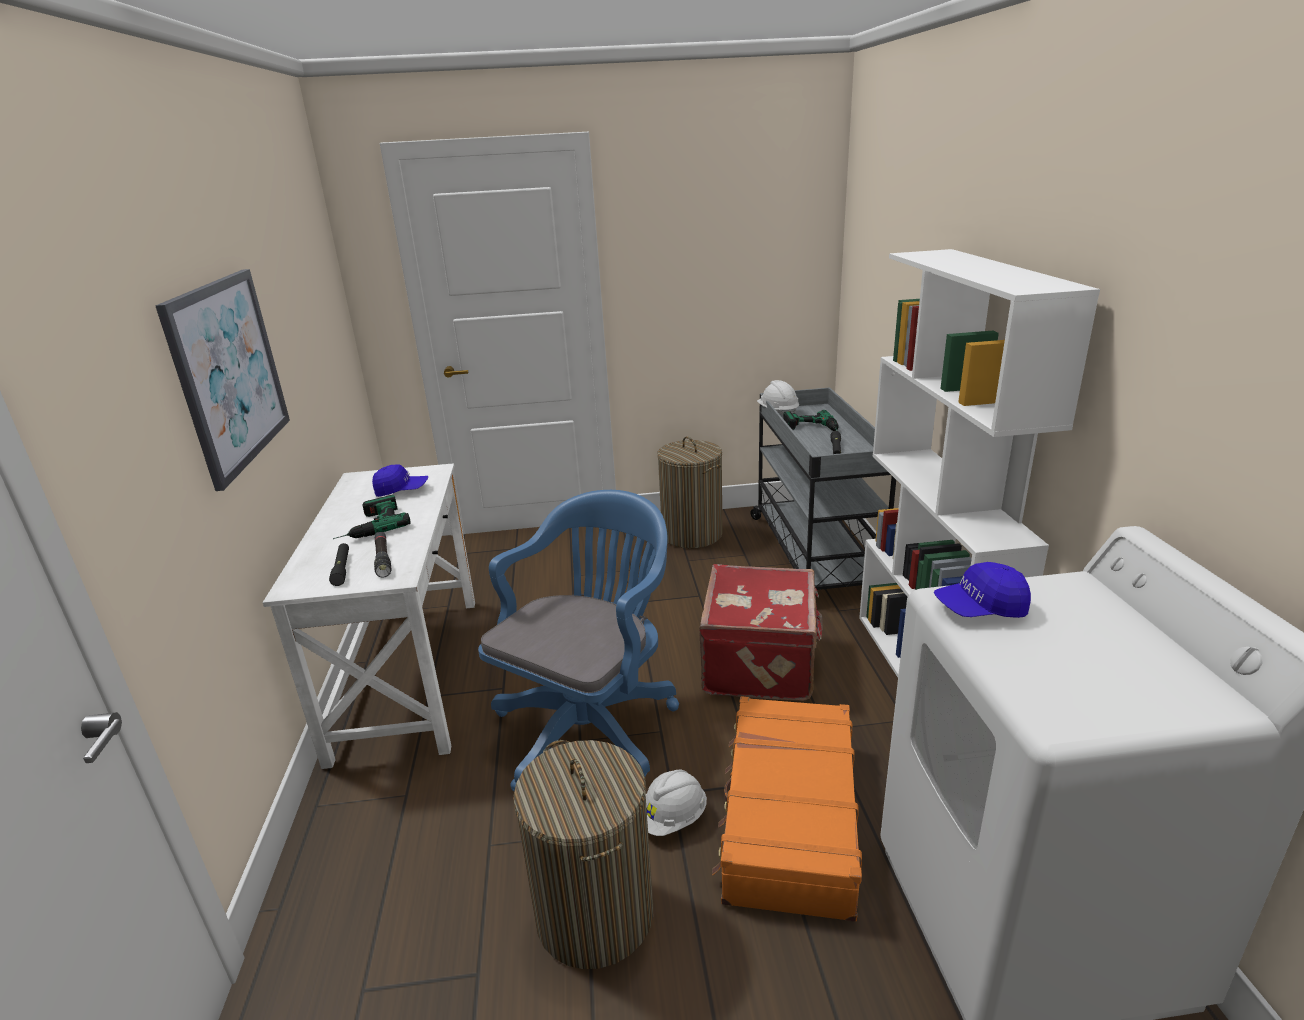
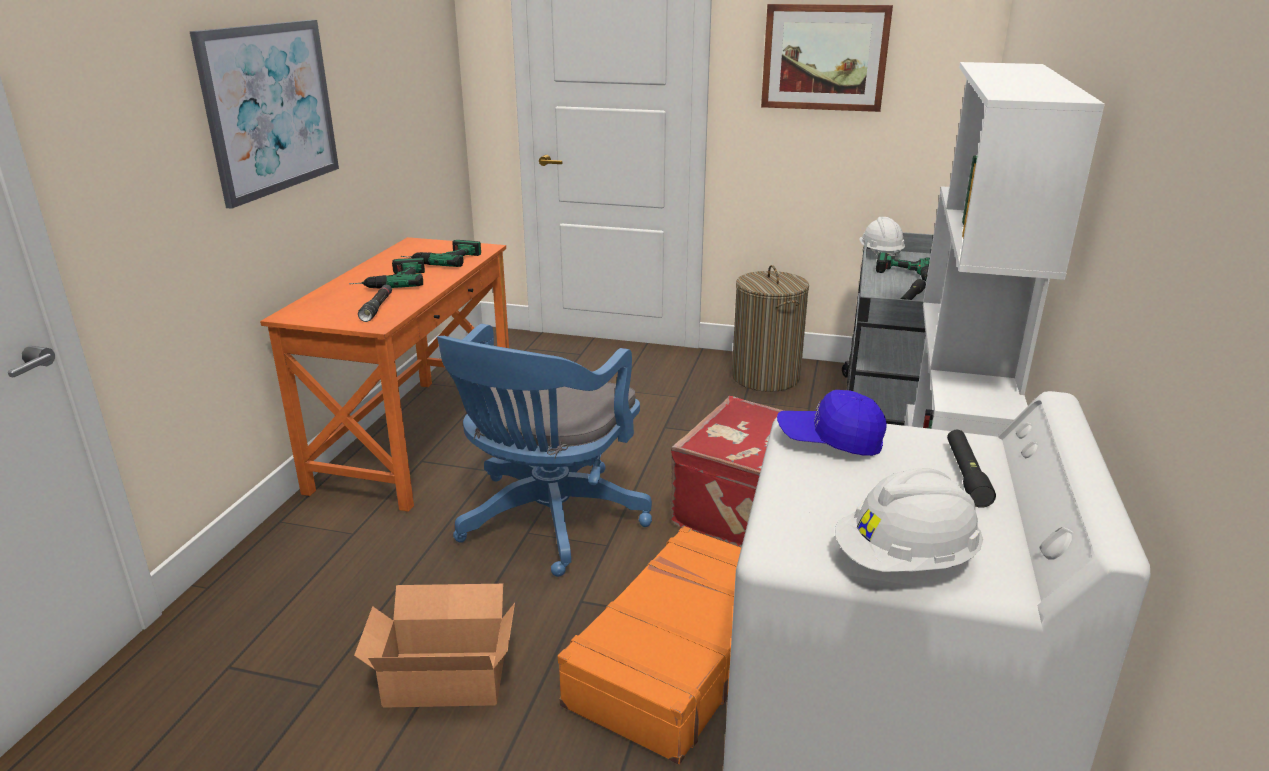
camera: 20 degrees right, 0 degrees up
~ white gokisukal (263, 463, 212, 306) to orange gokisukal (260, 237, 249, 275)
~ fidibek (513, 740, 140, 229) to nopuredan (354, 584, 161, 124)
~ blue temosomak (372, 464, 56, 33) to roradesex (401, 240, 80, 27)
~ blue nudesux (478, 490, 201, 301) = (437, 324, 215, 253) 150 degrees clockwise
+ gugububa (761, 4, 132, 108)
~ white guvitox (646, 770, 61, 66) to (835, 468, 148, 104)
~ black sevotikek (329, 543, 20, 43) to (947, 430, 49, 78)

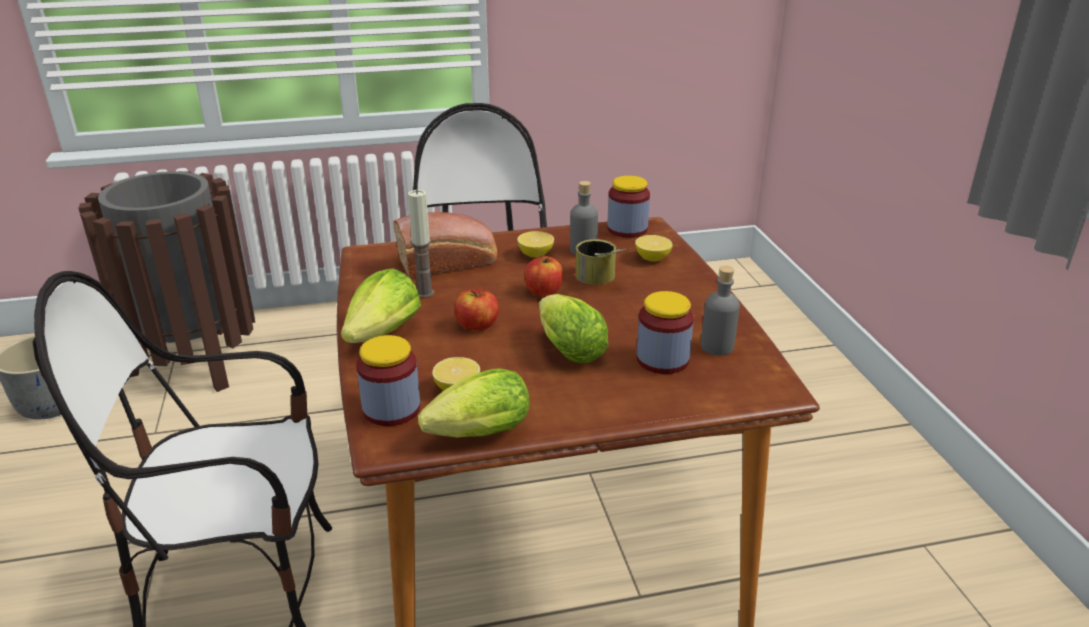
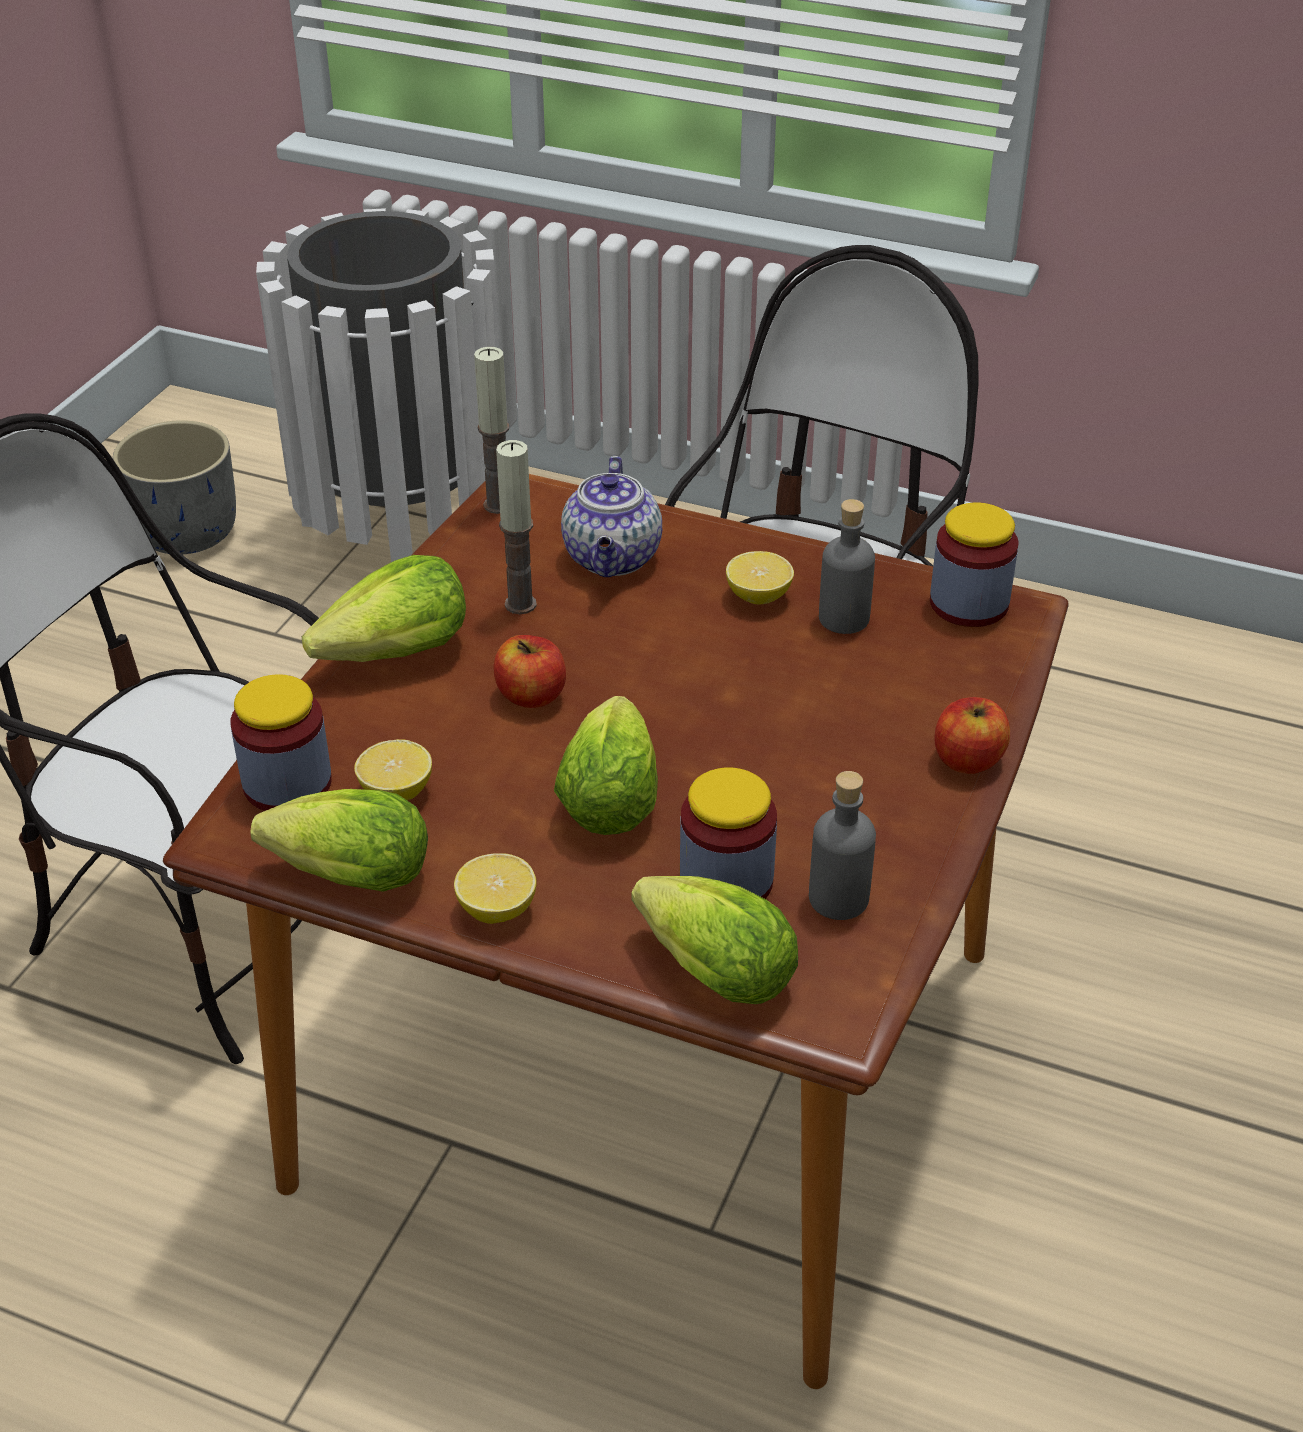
camera: 35 degrees right, 10 degrees up
~ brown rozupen (78, 171, 177, 221) to white rozupen (256, 208, 243, 354)
~ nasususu (635, 235, 38, 27) to (454, 853, 83, 71)
+ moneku (474, 347, 35, 167)
~ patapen (394, 212, 103, 67) to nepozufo (561, 456, 101, 121)
+ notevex (631, 876, 167, 128)
~ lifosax (525, 256, 38, 41) to (934, 697, 76, 77)
- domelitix (575, 239, 55, 46)

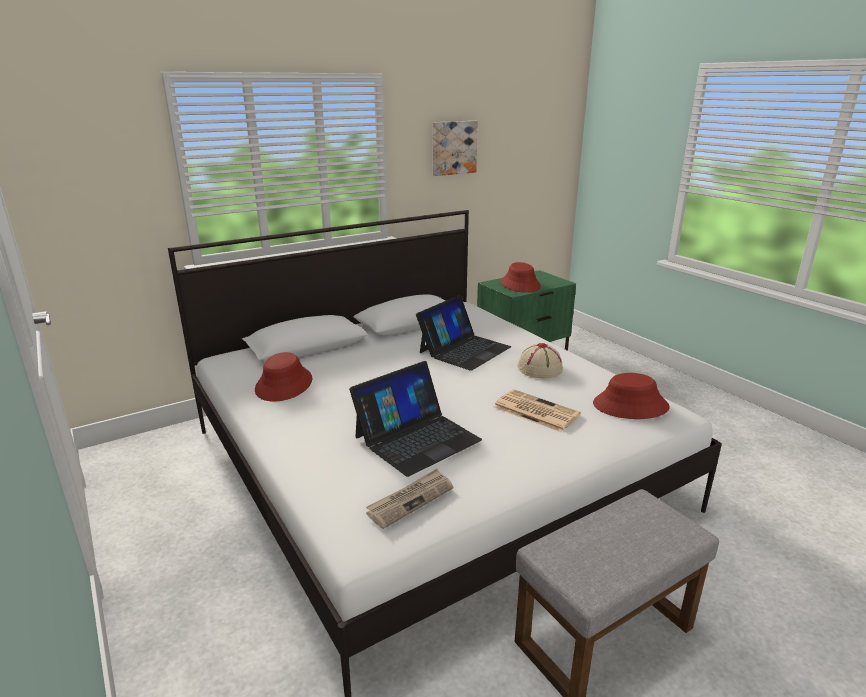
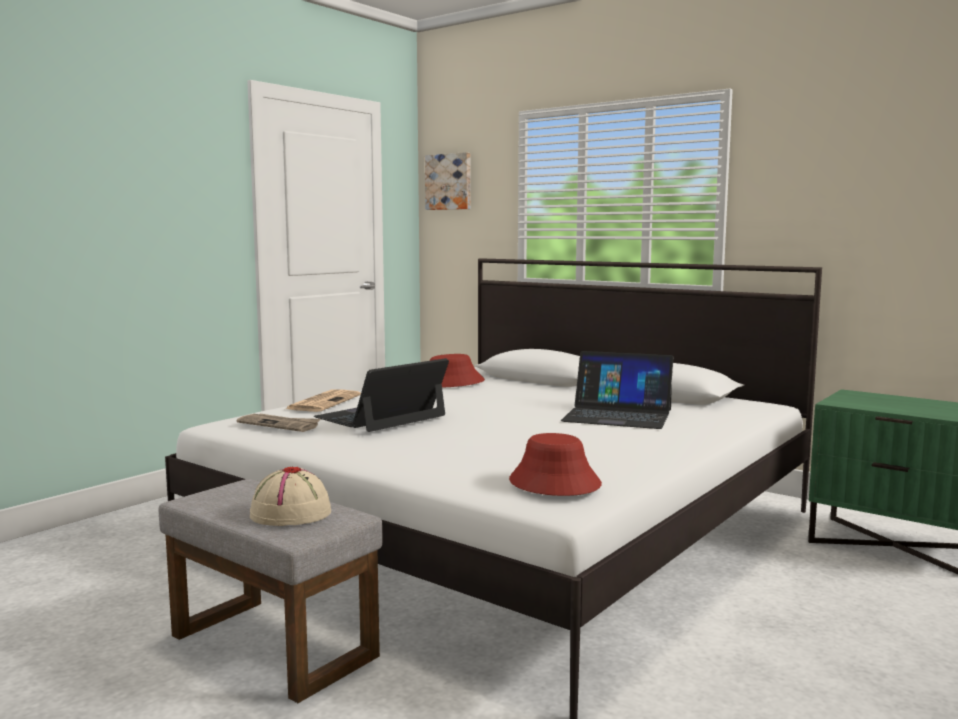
camera: 70 degrees right, 15 degrees down
~ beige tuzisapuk (517, 343, 46, 36) to (250, 467, 81, 59)
~ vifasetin (493, 389, 88, 43) to (286, 389, 75, 23)
~ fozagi (349, 361, 133, 116) = (314, 358, 135, 74) 105 degrees clockwise
~ gugububa (433, 121, 45, 55) to (425, 152, 45, 58)
- red tuzisapuk (501, 262, 40, 31)

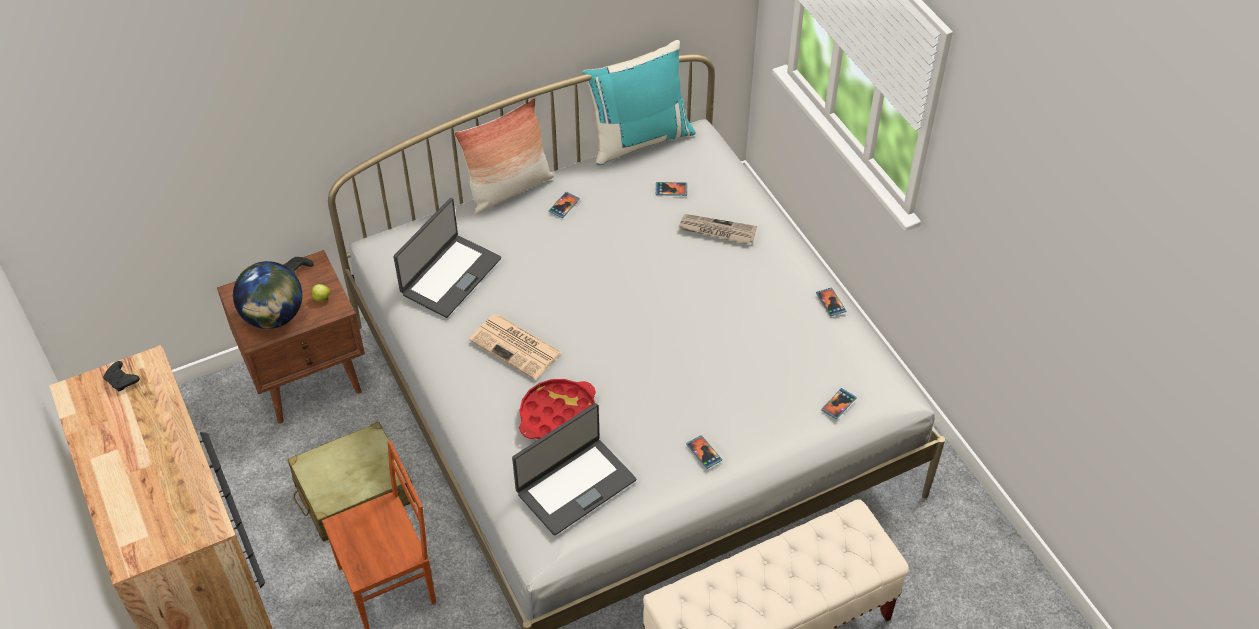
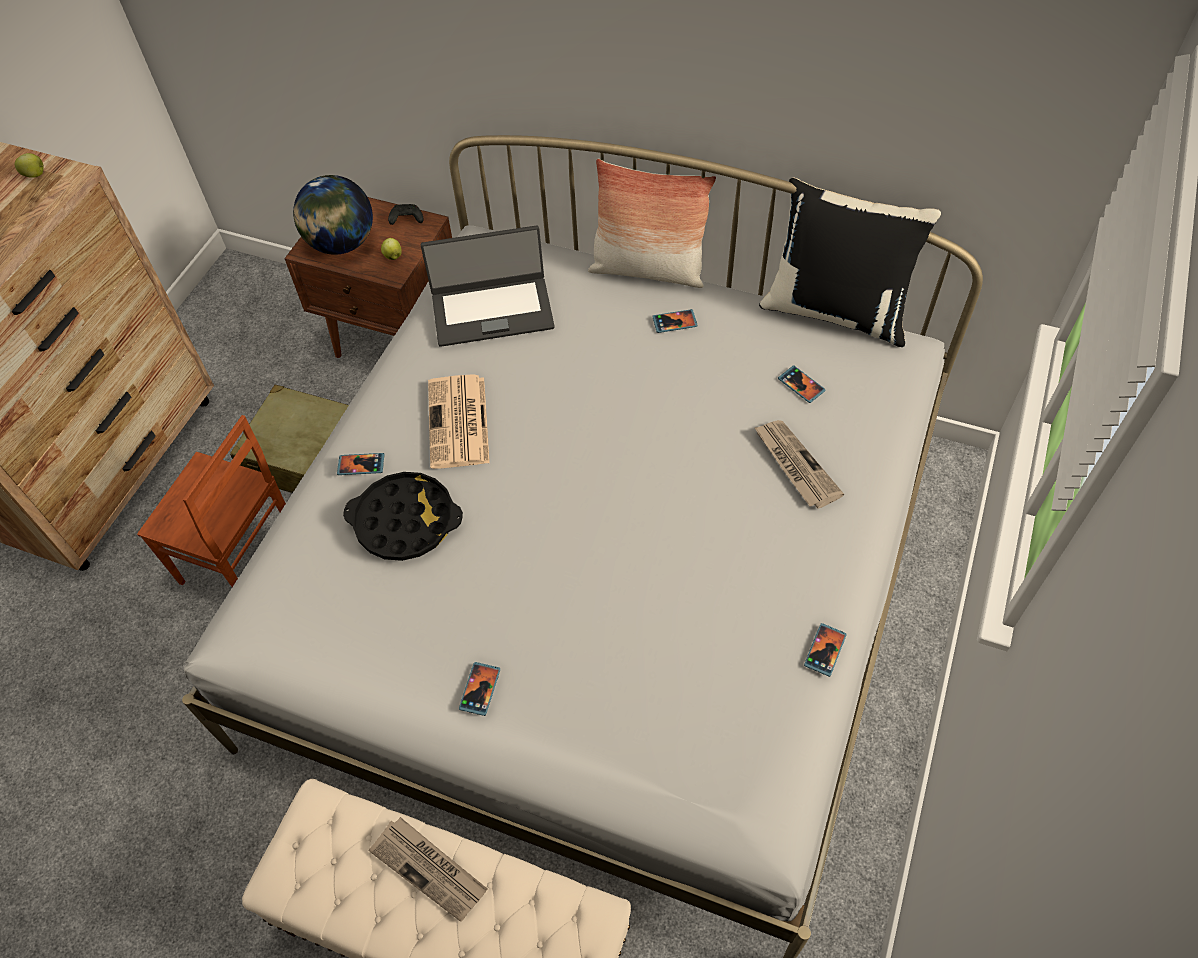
camera: 50 degrees right, 5 degrees up
~ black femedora (103, 361, 37, 31) to lifosax (15, 153, 29, 25)
~ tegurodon (821, 388, 36, 31) to (337, 453, 47, 22)
~ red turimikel (519, 379, 77, 61) to black turimikel (343, 472, 120, 89)
+ vifasetin (369, 817, 118, 105)
~ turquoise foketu (582, 40, 114, 125) to black foketu (759, 178, 182, 169)
- fozagi (512, 403, 124, 133)

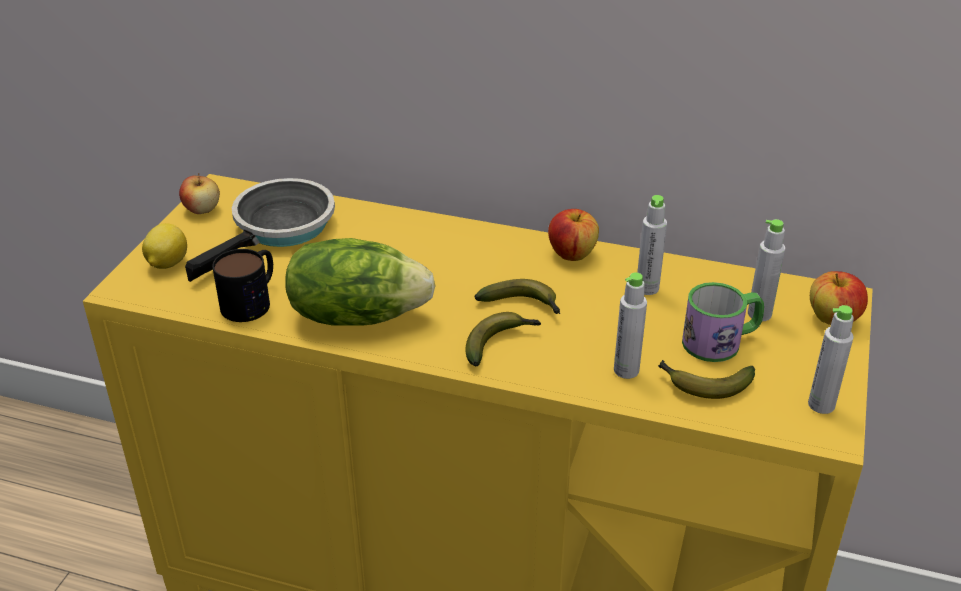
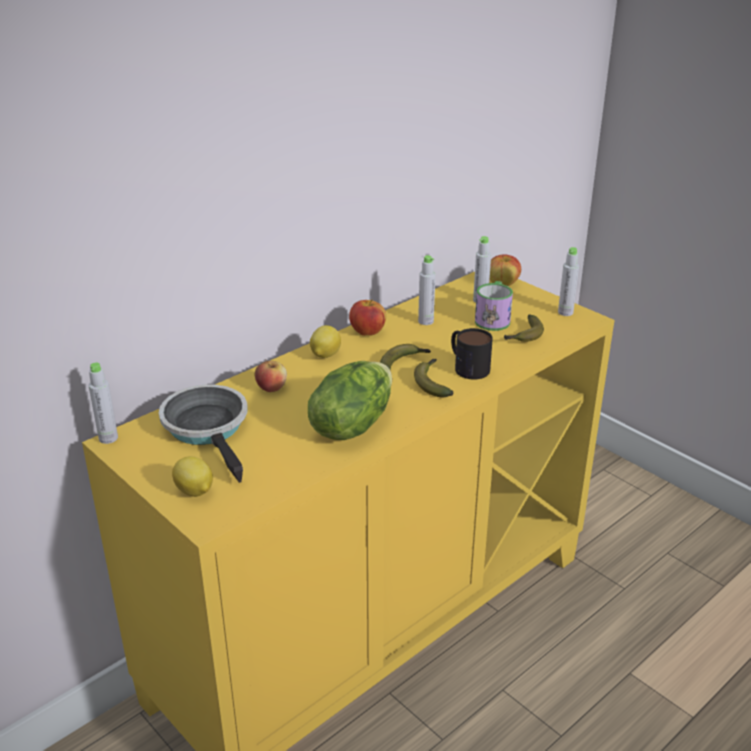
camera: 60 degrees left, 5 degrees down
~ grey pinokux (614, 272, 33, 107) to (89, 363, 29, 81)
~ lifosax (179, 173, 41, 41) to (255, 360, 32, 32)
+ nasususu (310, 325, 31, 33)
~ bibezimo (212, 249, 61, 73) to (451, 328, 42, 51)

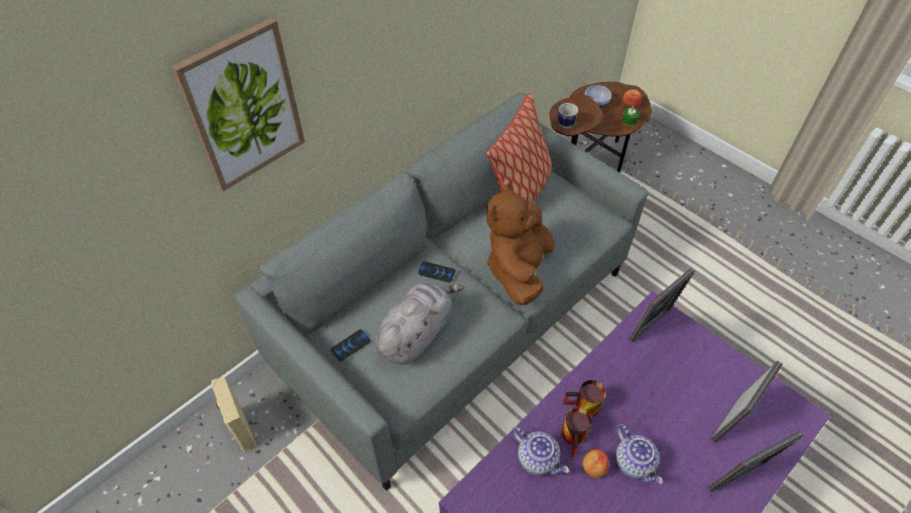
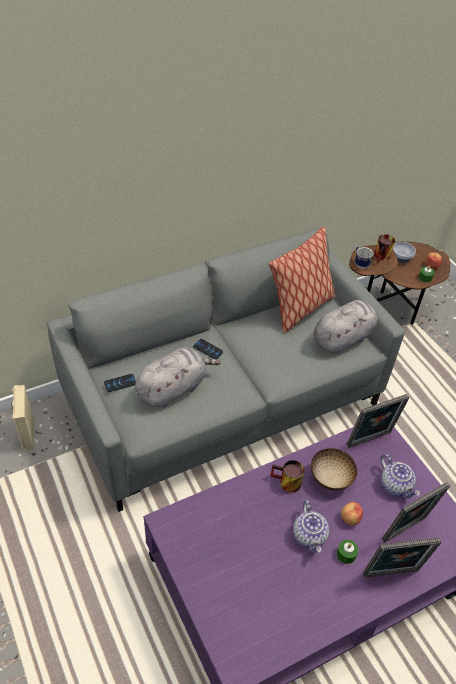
camera: 15 degrees right, 5 degrees down
+ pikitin (311, 448, 46, 43)
+ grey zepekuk (314, 300, 63, 54)
+ green moneku (337, 540, 21, 24)
~ lifosax (582, 449, 27, 29) to (341, 502, 22, 24)
~ bibezimo (562, 407, 30, 50) to (375, 234, 20, 29)
~ nepozufo (512, 426, 57, 50) to (381, 454, 39, 45)
- gugububa (171, 17, 134, 174)
- brown zepekuk (487, 182, 68, 123)

